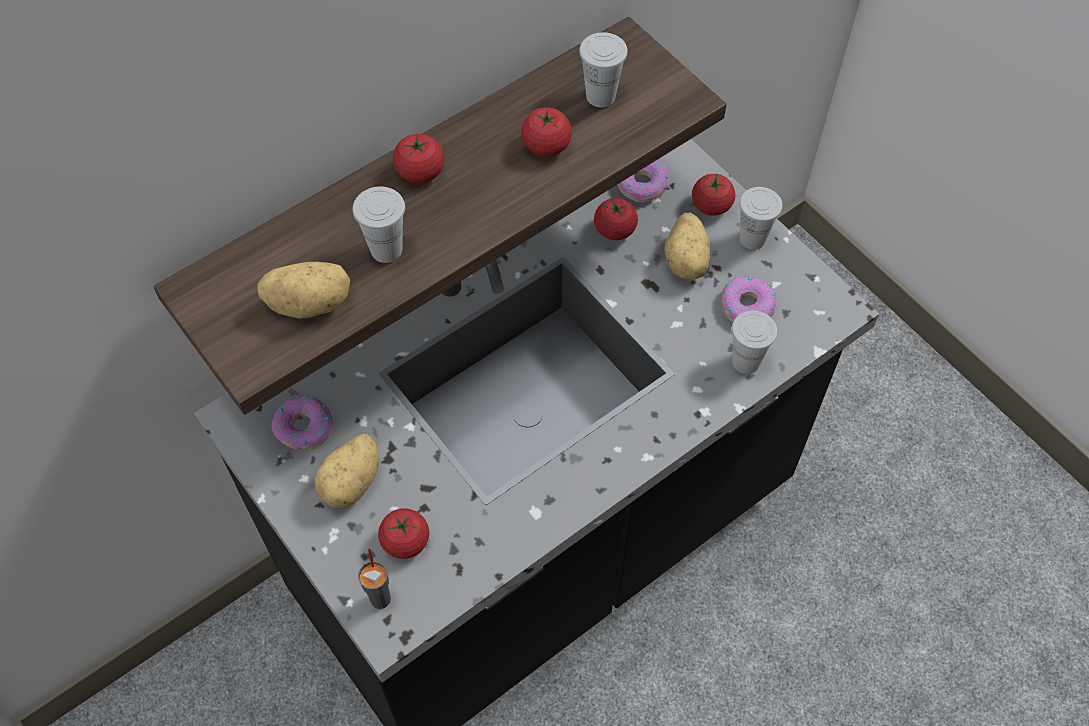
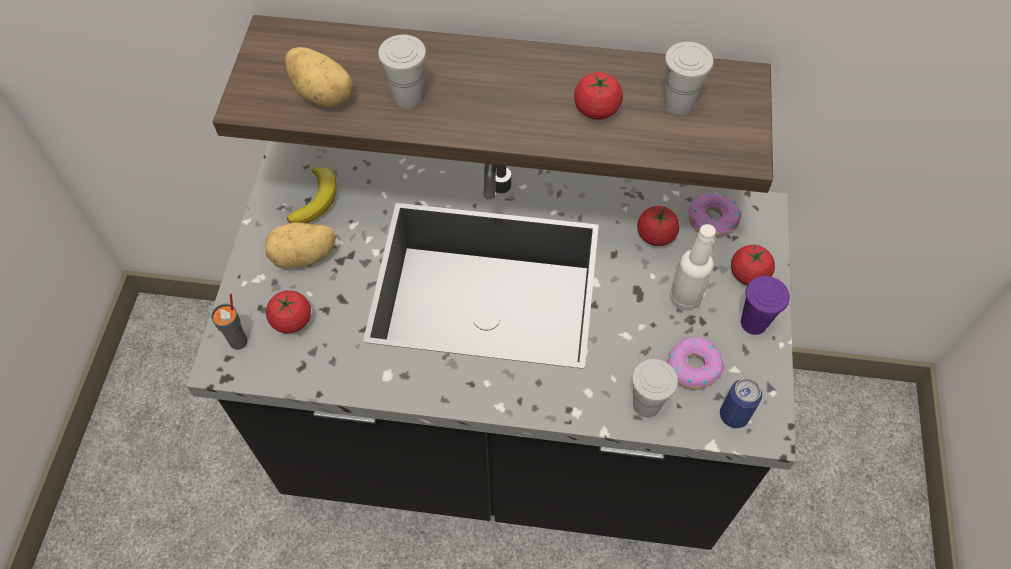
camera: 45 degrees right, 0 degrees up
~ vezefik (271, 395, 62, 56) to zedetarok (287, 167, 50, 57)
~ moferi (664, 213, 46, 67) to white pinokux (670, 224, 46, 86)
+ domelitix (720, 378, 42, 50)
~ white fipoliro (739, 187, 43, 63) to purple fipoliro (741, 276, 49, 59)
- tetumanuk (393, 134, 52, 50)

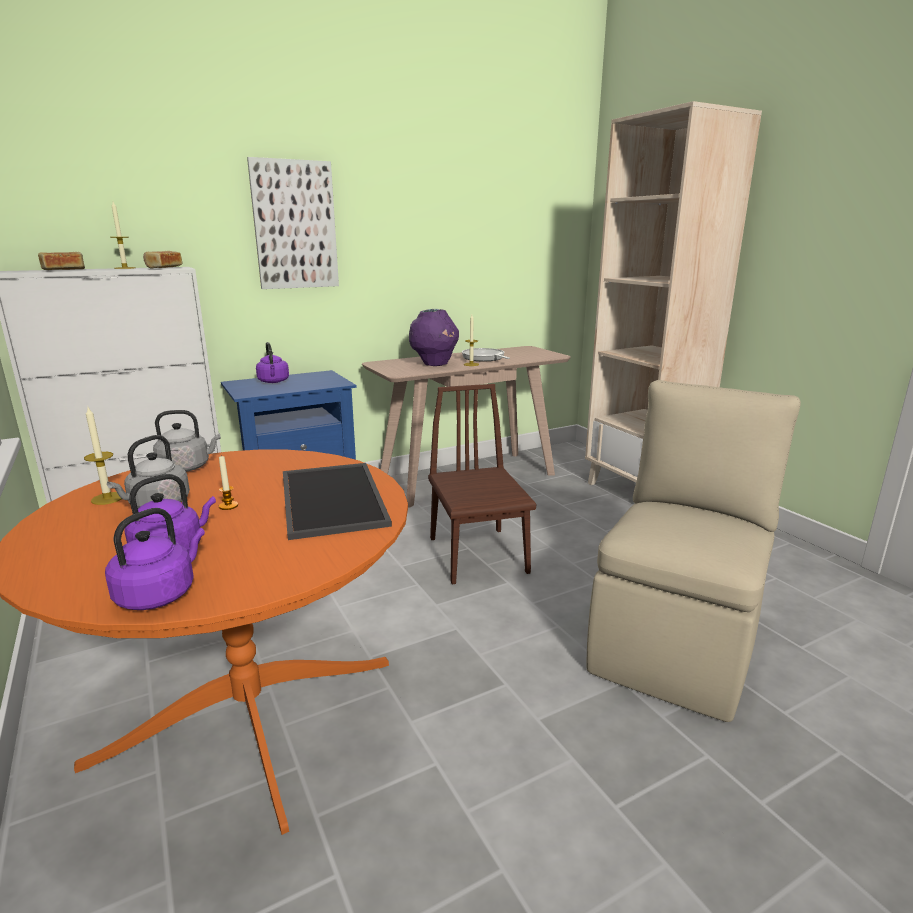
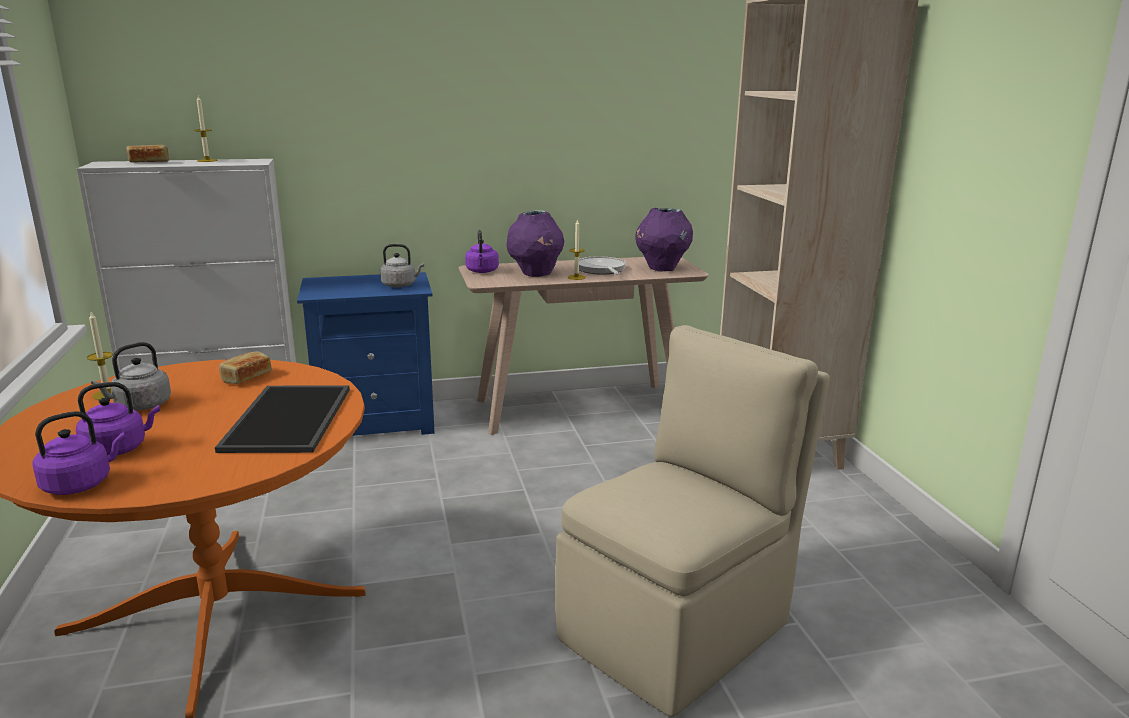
camera: 15 degrees right, 0 degrees up
~ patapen (143, 251, 39, 18) to (219, 352, 53, 32)
~ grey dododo (153, 410, 68, 62) to (380, 244, 44, 44)
~ purple dododo (256, 342, 33, 41) to (465, 230, 34, 43)
+ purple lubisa (635, 208, 58, 64)
- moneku (219, 455, 19, 55)
- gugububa (247, 157, 92, 132)
- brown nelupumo (428, 384, 108, 200)

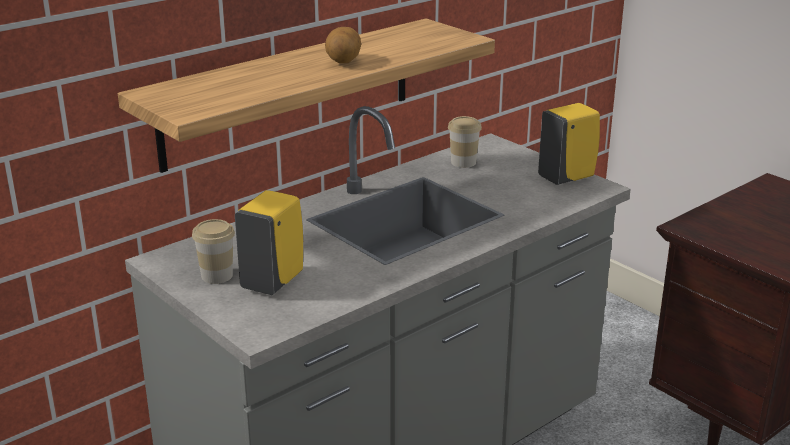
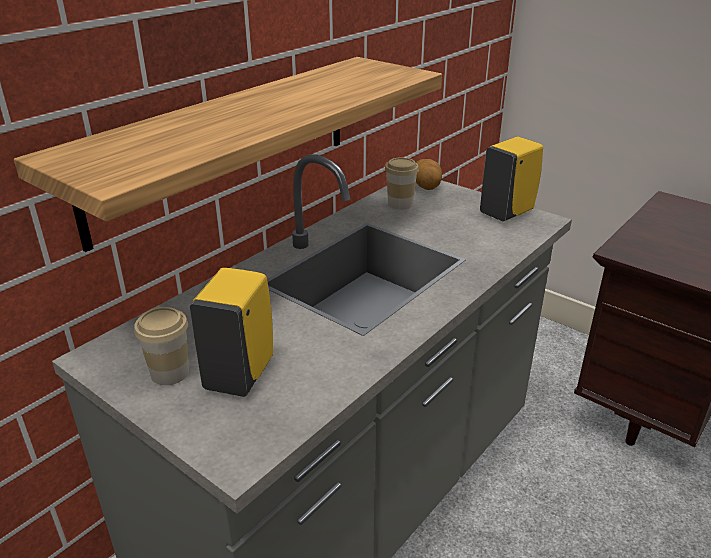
camera: 10 degrees left, 5 degrees up
~ moferi (325, 27, 36, 36) to (416, 159, 26, 31)

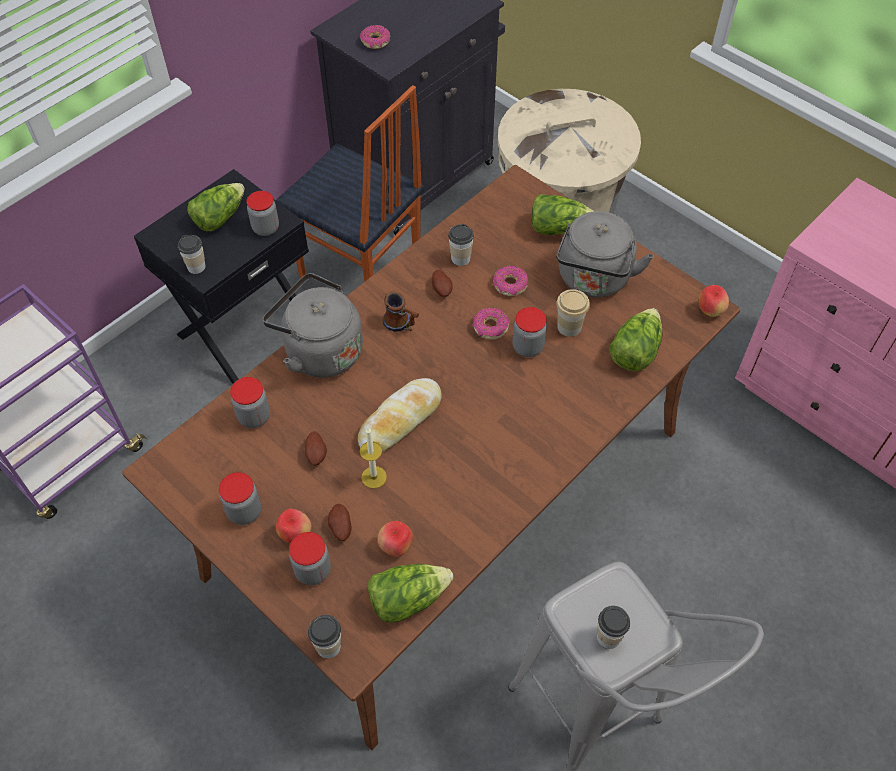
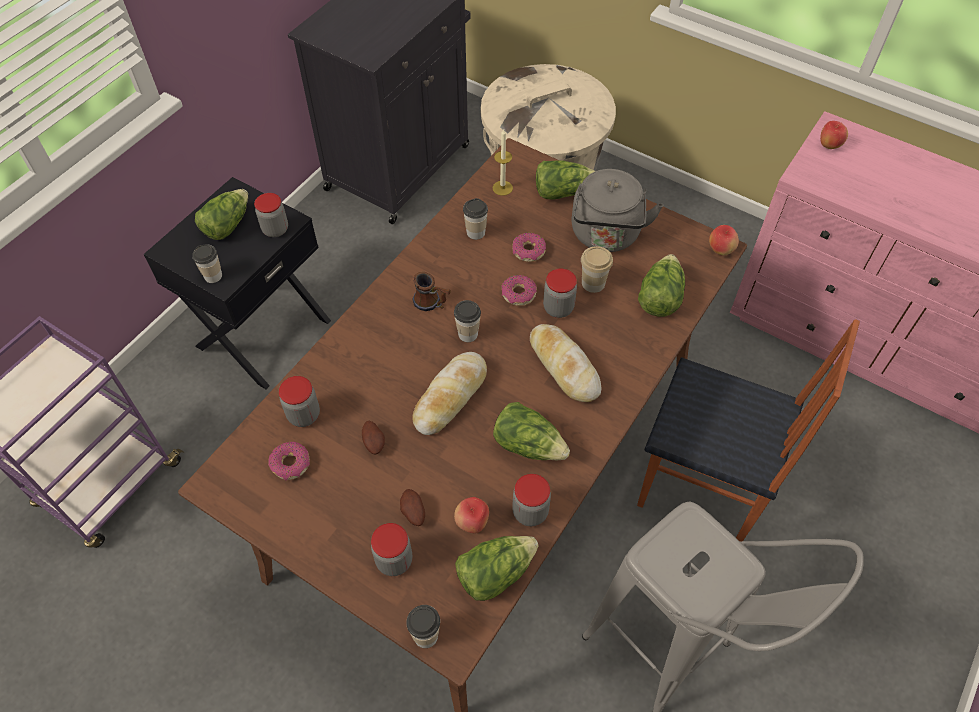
camera: 10 degrees left, 0 degrees up
~ vezefik (360, 25, 30, 24) to (268, 442, 42, 39)
~ fipoliro (597, 605, 33, 44) to (454, 300, 27, 42)
~ moneku (360, 427, 27, 62) to (493, 129, 20, 67)
+ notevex (493, 402, 77, 58)
~ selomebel (219, 472, 42, 53) to (512, 474, 39, 52)
+ patapen (530, 324, 71, 78)
~ nelupumo (276, 85, 148, 197) to (637, 319, 223, 222)
~ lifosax (276, 509, 35, 34) to (820, 121, 28, 28)
- grey dododo (263, 273, 100, 105)
- moferi (432, 270, 20, 27)

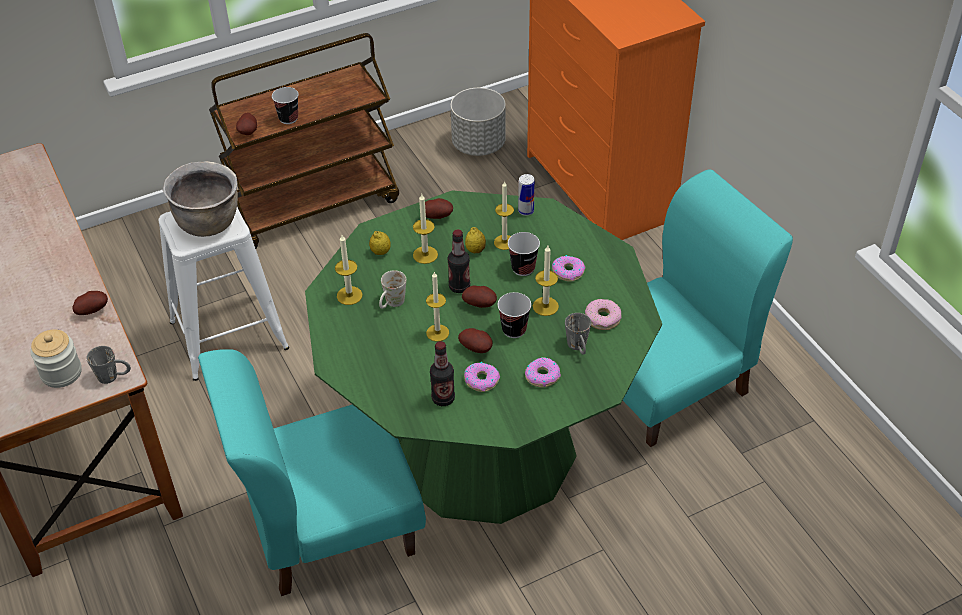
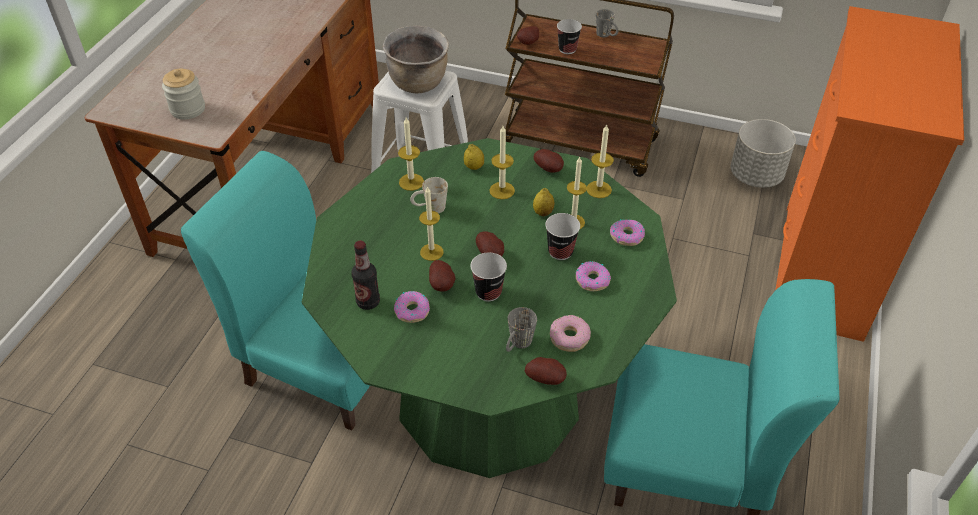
camera: 45 degrees right, 0 degrees up
~ moferi (73, 291, 35, 24) to (525, 357, 42, 28)
~ moneku (533, 245, 26, 71) to (587, 124, 27, 74)
~ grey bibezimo (87, 346, 44, 38) to (596, 9, 22, 28)
~ vezefik (525, 358, 36, 29) to (610, 219, 35, 27)
- pinokux (448, 229, 22, 64)
- domelitix (518, 174, 17, 42)

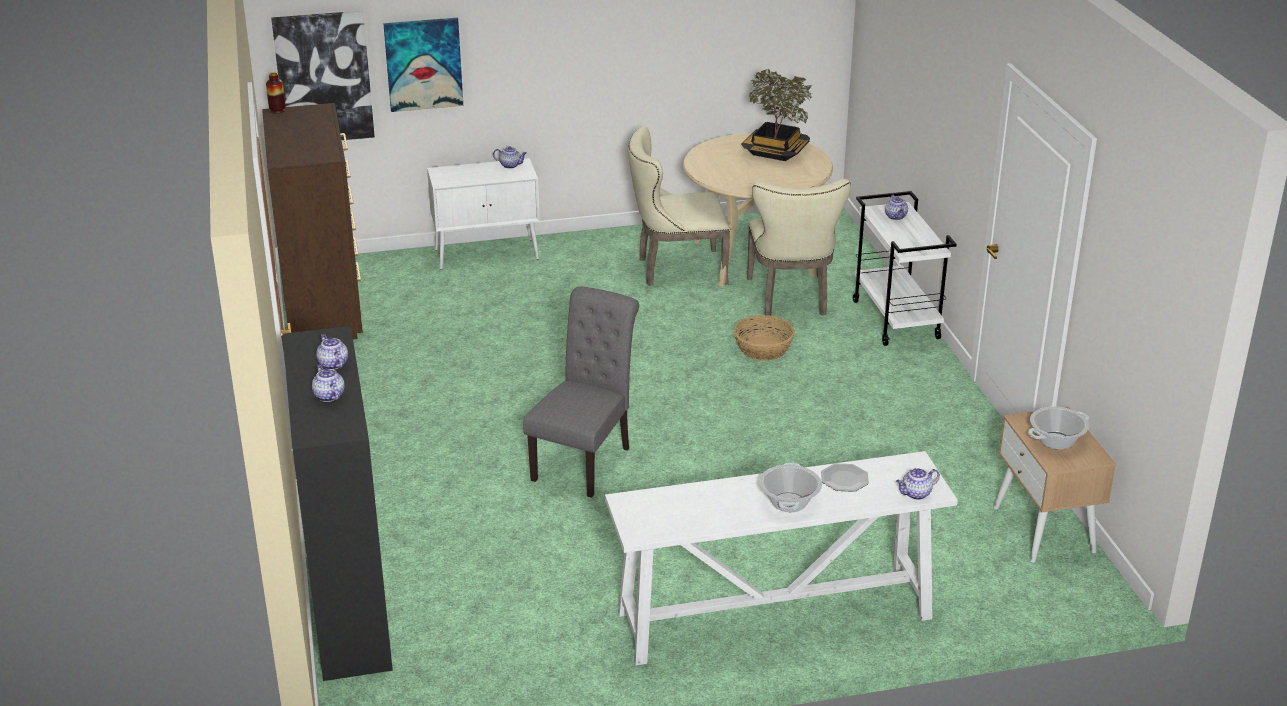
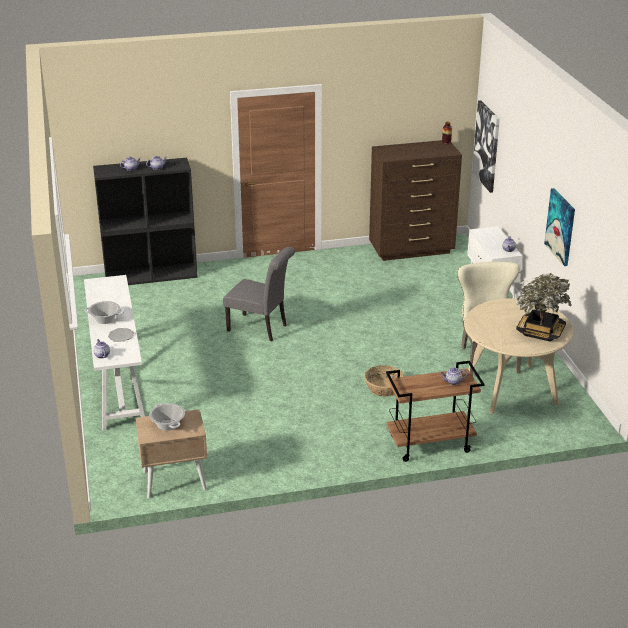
camera: 90 degrees right, 0 degrees up
~ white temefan (853, 191, 104, 155) to brown temefan (386, 361, 99, 101)
~ gugububa (383, 18, 80, 94) to (544, 188, 31, 78)
- beige nelupumo (747, 179, 104, 137)

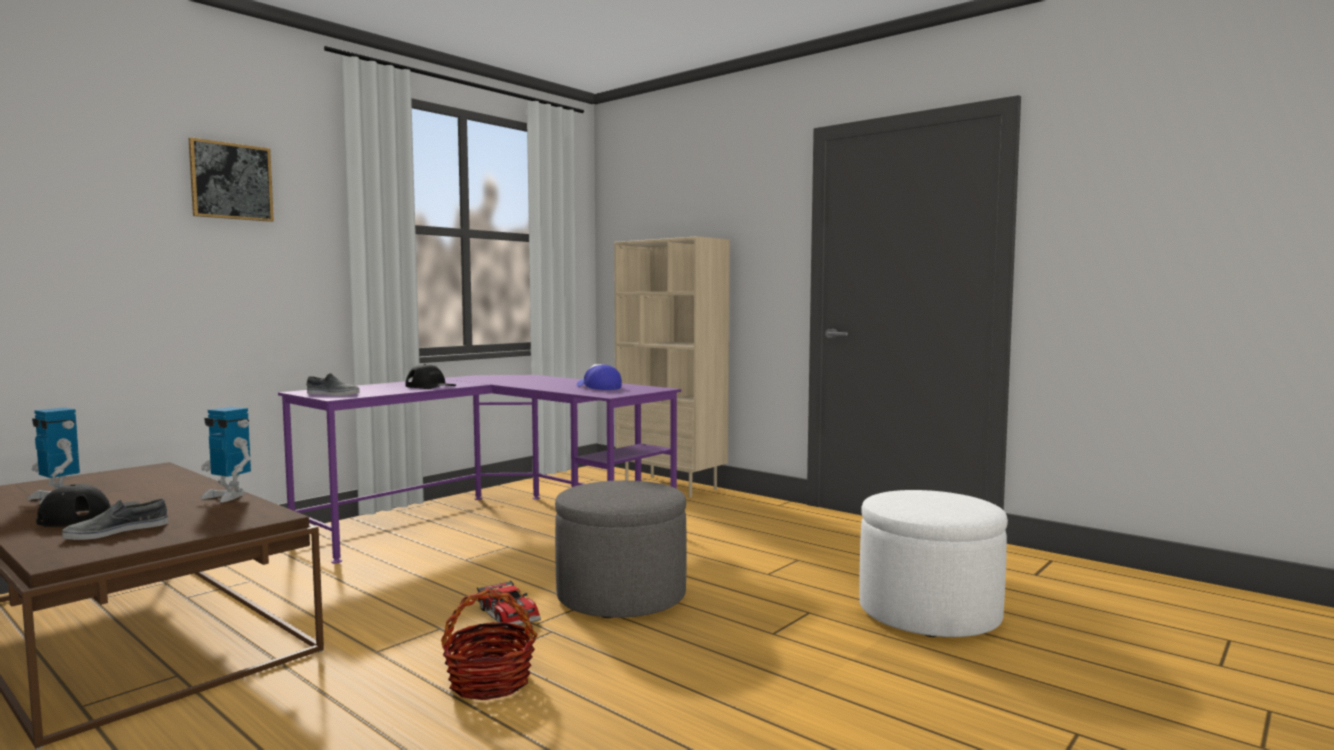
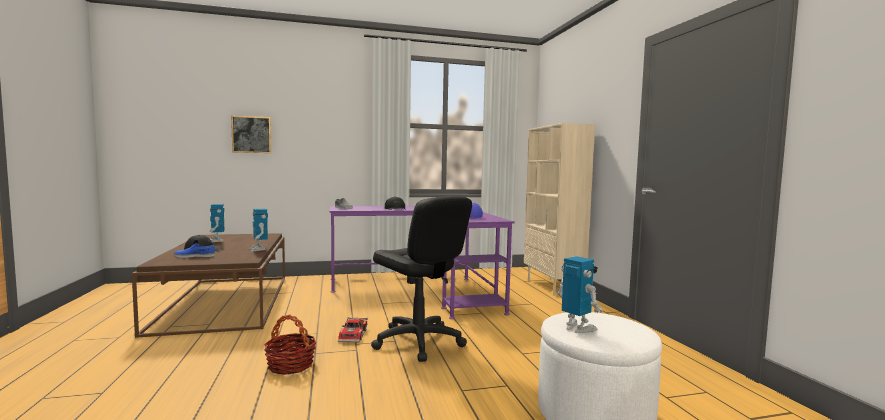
camera: 35 degrees right, 0 degrees up
~ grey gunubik (62, 498, 106, 42) to blue gunubik (174, 243, 41, 15)
~ gugububa (189, 137, 85, 85) to (231, 115, 40, 38)
~ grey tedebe (555, 480, 132, 138) to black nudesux (371, 196, 101, 166)
+ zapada (557, 256, 45, 77)

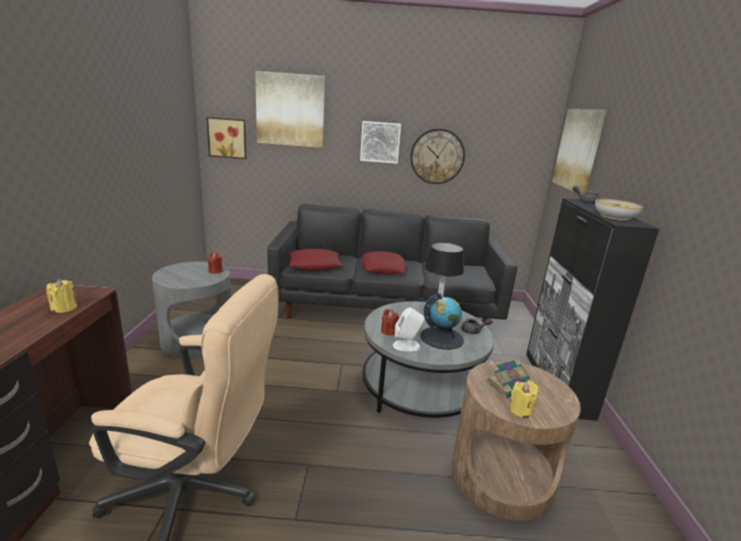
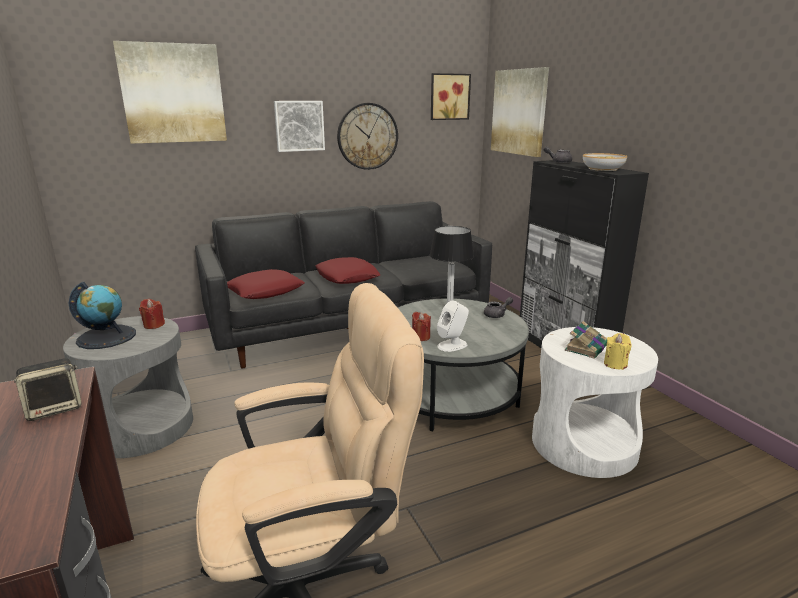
camera: 25 degrees left, 0 degrees up
~ yellow moneku (46, 279, 31, 34) to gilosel (14, 358, 68, 63)
~ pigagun (420, 293, 44, 57) to (69, 282, 67, 67)
~ gugububa (206, 117, 40, 42) to (431, 73, 40, 47)
~ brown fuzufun (452, 360, 129, 161) to white fuzufun (532, 327, 126, 151)

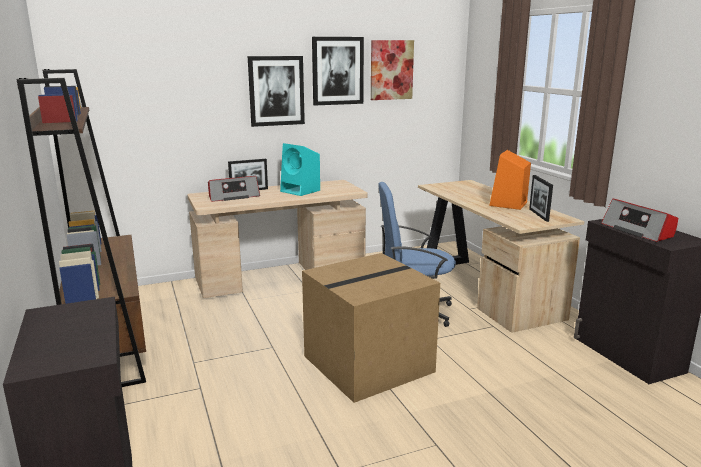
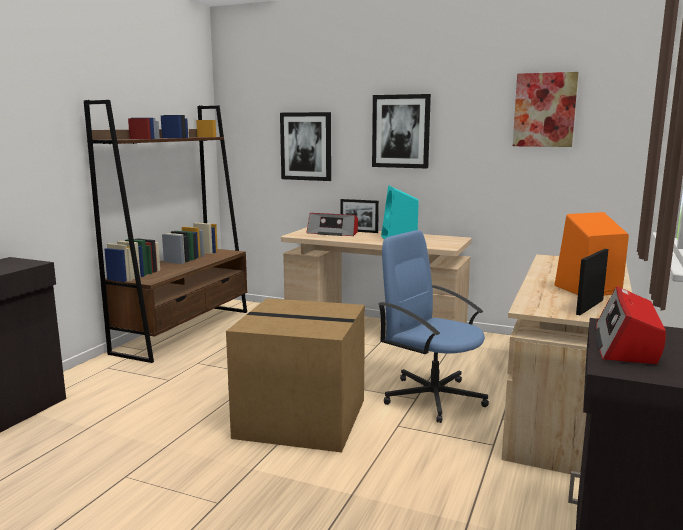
camera: 45 degrees right, 5 degrees down
~ gugububa (312, 37, 52, 69) to (280, 112, 51, 69)

